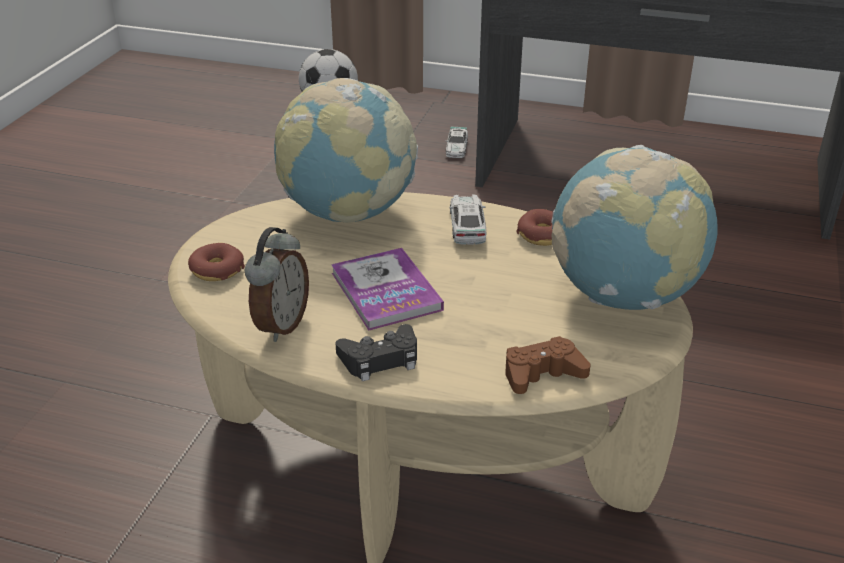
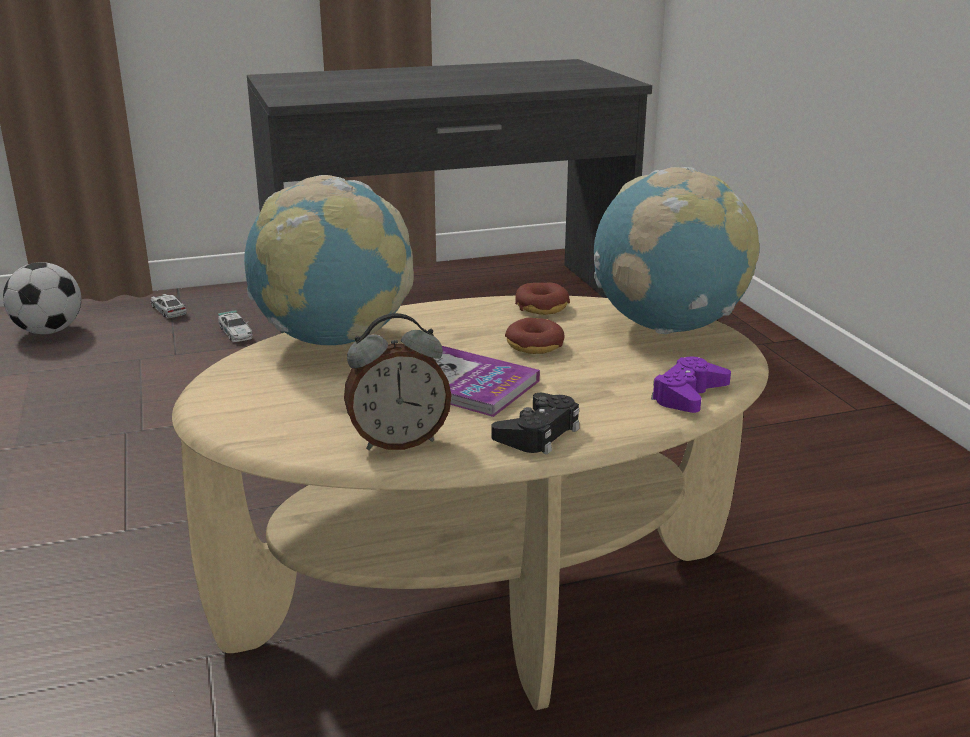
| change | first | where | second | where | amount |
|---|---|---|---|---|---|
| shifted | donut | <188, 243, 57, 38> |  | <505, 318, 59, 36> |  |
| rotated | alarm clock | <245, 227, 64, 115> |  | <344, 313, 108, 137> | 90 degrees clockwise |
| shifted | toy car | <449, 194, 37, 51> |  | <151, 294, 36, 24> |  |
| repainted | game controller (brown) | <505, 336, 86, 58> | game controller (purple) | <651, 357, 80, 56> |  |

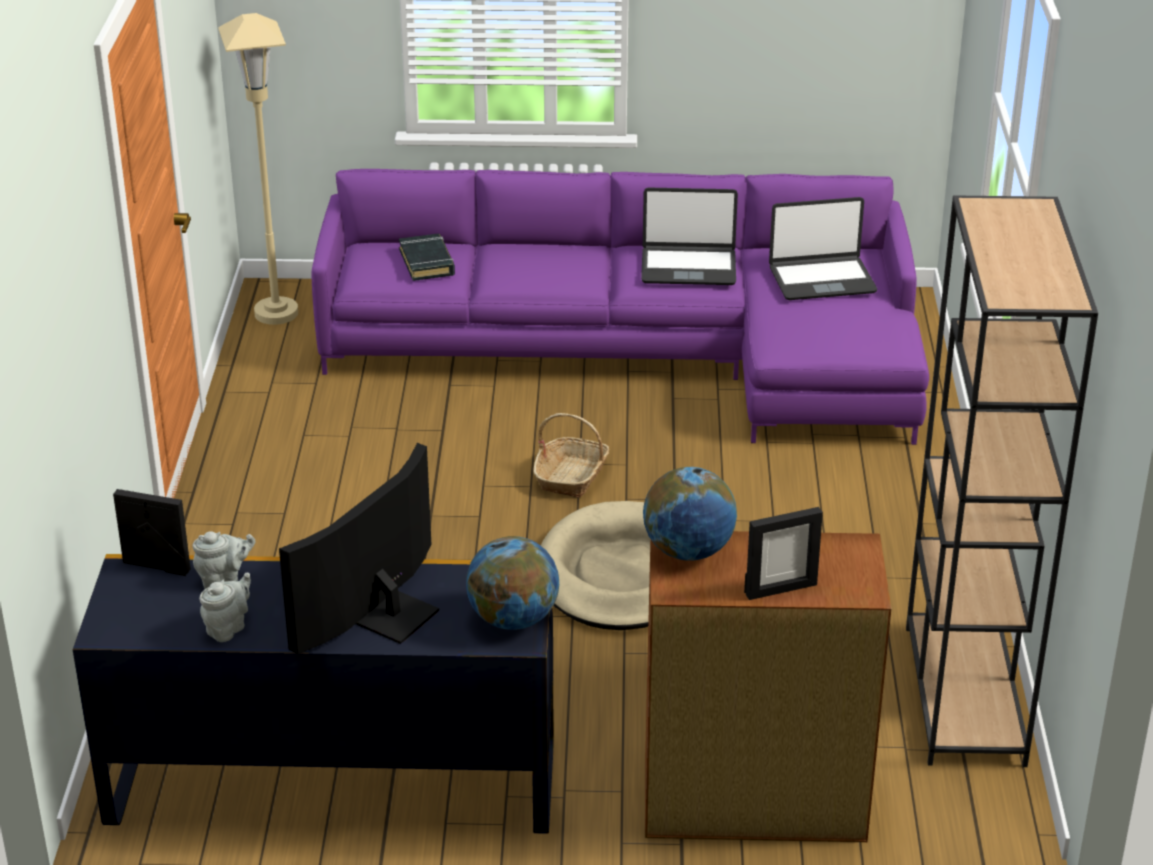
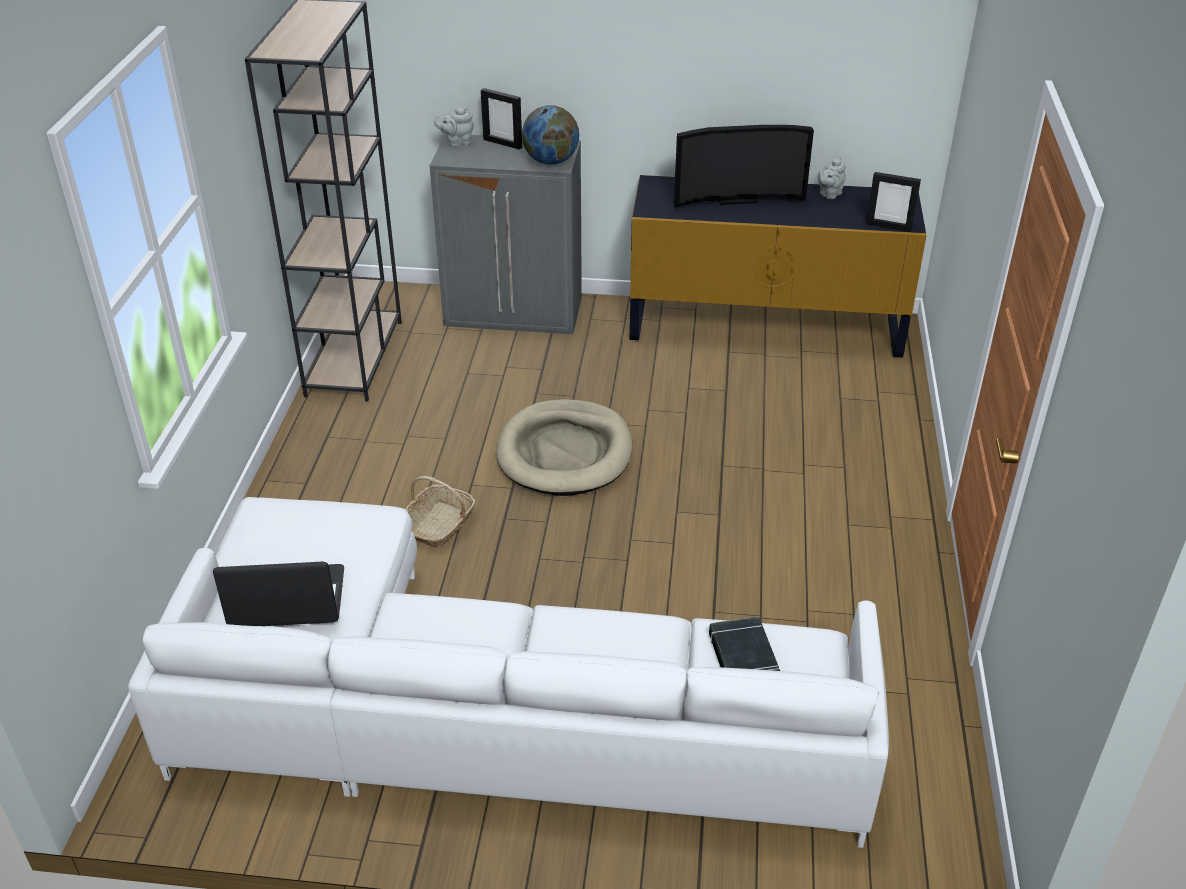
| change | first | where | second | where | amount |
|---|---|---|---|---|---|
| shifted | teapot (grey) | <193, 531, 62, 58> |  | <434, 108, 40, 39> |  |
| gone | floor lamp (beige) | <218, 13, 80, 312> |  |  |  |
| rotated | television | <279, 443, 160, 211> |  | <674, 125, 140, 83> | 45 degrees clockwise |
| repainted | sofa (purple) | <312, 169, 617, 276> | sofa (white) | <129, 497, 760, 351> |  |
| gone | globe | <466, 536, 93, 94> |  |  |  |
| shifted | basket | <533, 413, 76, 85> |  | <406, 476, 69, 72> |  |
| gone | laptop | <641, 188, 97, 97> |  |  |  |
| repainted | cabinet (brown) | <645, 531, 246, 311> | cabinet (grey) | <430, 134, 152, 200> |  |
| rotated | picture frame | <744, 507, 79, 93> |  | <481, 88, 41, 61> | 135 degrees counterclockwise |

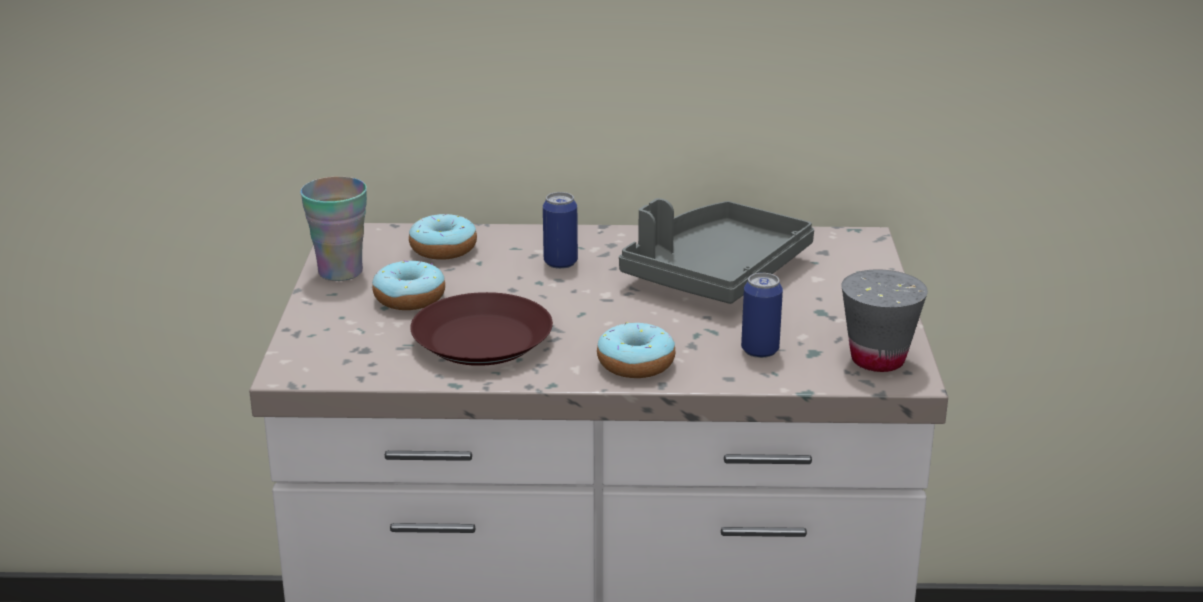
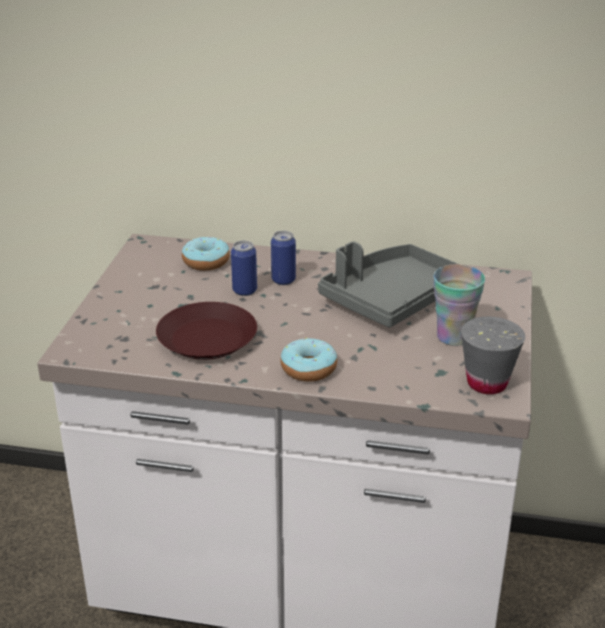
| change | first | where | second | where | amount |
|---|---|---|---|---|---|
| shifted | cup | <300, 177, 67, 104> |  | <433, 264, 52, 82> |  |
| gone | donut | <372, 261, 73, 49> |  |  |  |
| shifted | can | <741, 273, 42, 85> |  | <231, 241, 26, 55> |  |

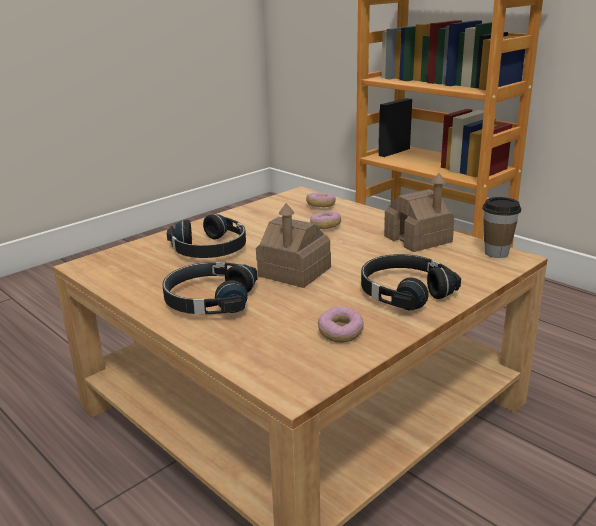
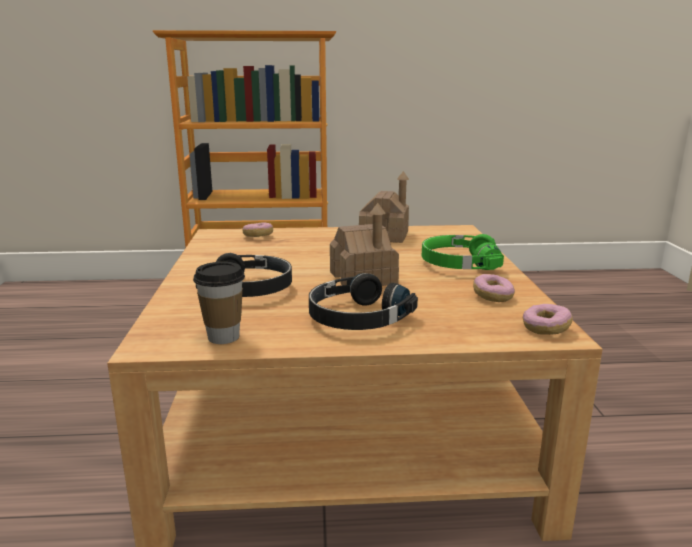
| change | first | where | second | where | amount |
|---|---|---|---|---|---|
| shifted | donut | <310, 211, 31, 18> |  | <523, 304, 50, 31> |  |
| repainted | headphones (black) | <361, 254, 100, 56> | headphones (green) | <422, 234, 82, 36> |  |
| shifted | cup | <482, 197, 39, 61> |  | <193, 262, 52, 82> |  |

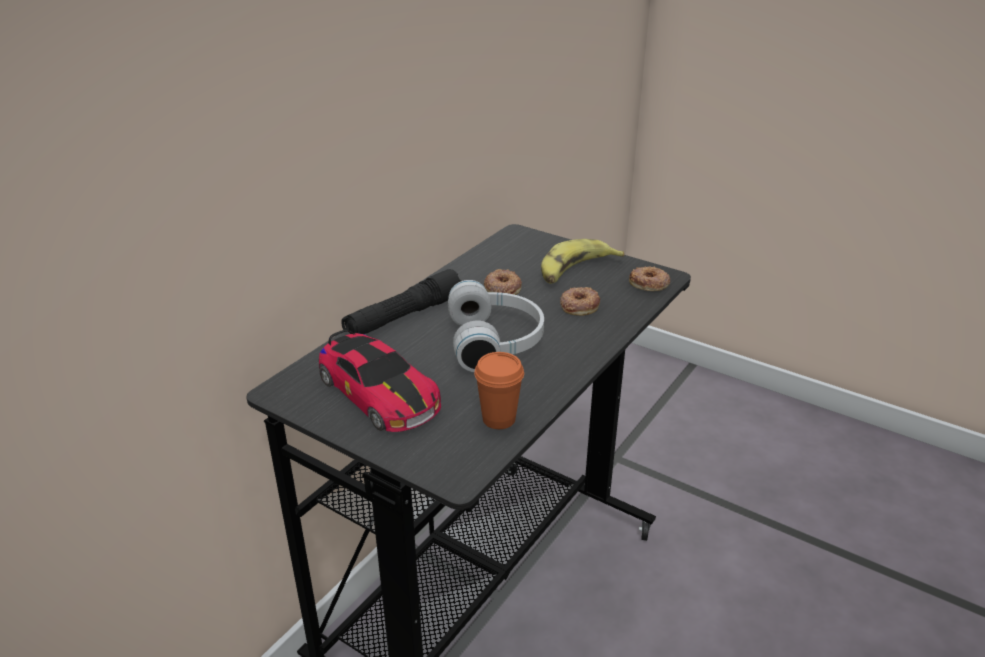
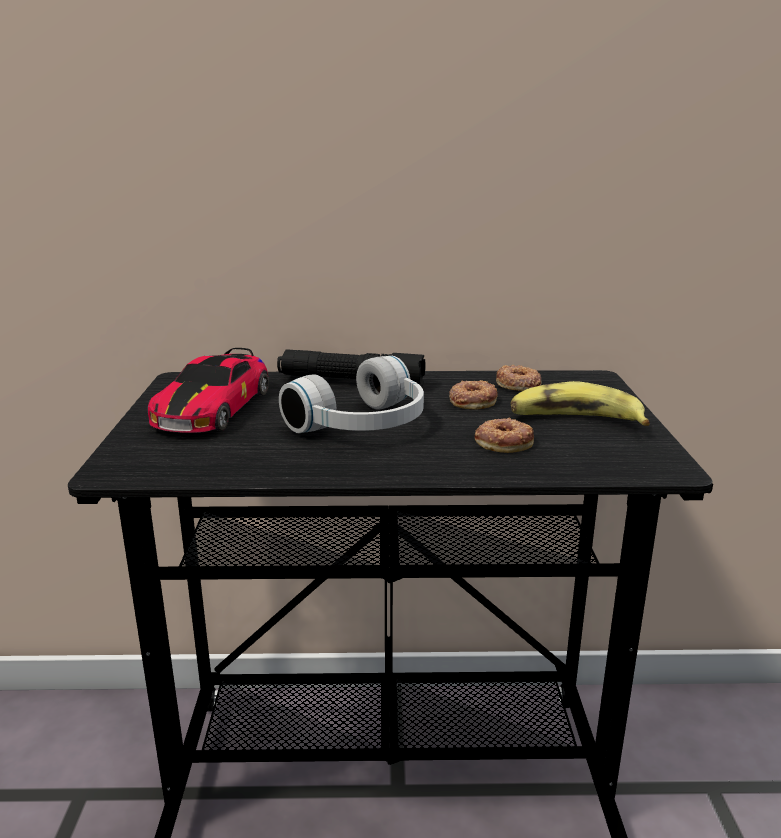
| change | first | where | second | where | amount |
|---|---|---|---|---|---|
| gone | cup (orange) | <474, 352, 50, 77> |  |  |  |
| shifted | donut | <629, 266, 41, 25> |  | <496, 365, 45, 26> |  |

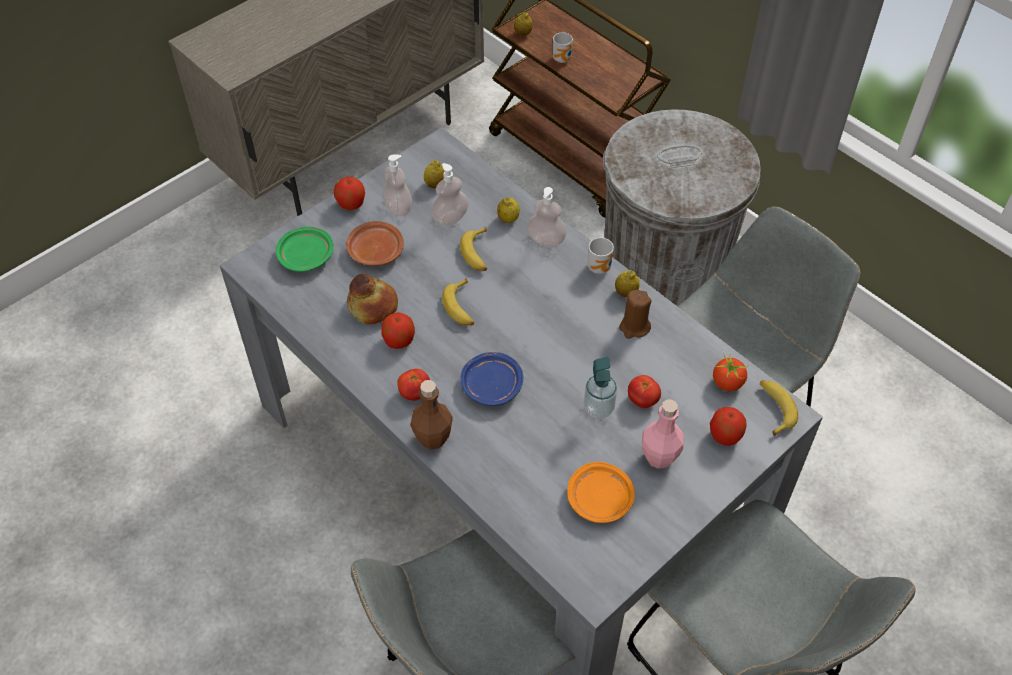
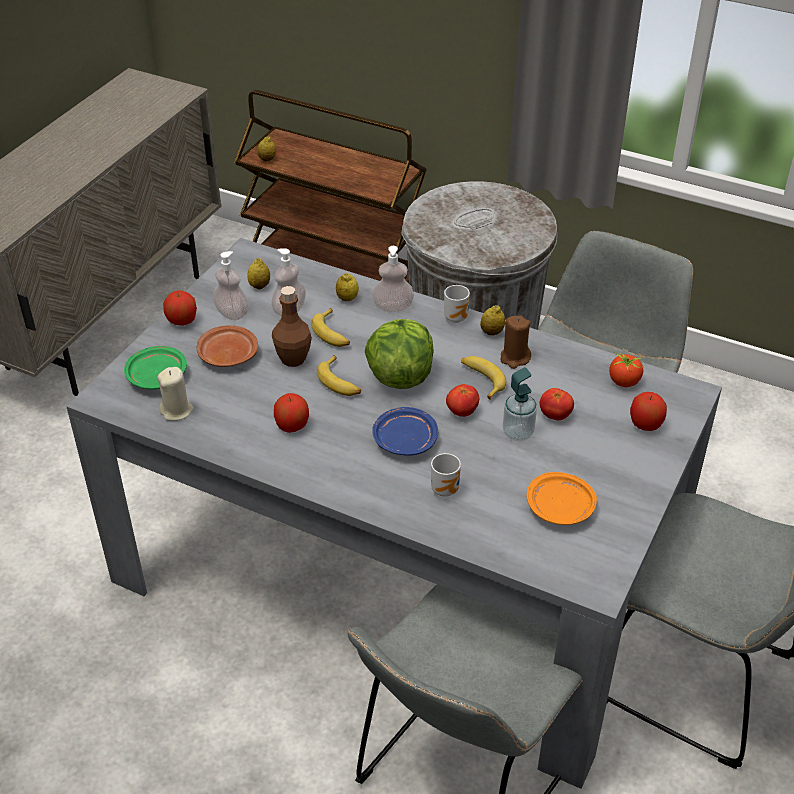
| change | first | where | second | where | amount |
|---|---|---|---|---|---|
| gone | bread | <347, 273, 51, 51> |  |  |  |
| shifted | tomato | <397, 369, 33, 32> |  | <446, 384, 33, 33> |  |
| shifted | bottle (brown) | <410, 380, 43, 70> |  | <272, 286, 40, 81> |  |
| shifted | mug | <553, 32, 20, 31> |  | <431, 453, 30, 44> |  |
| gone | bottle (pink) | <642, 399, 42, 70> |  |  |  |
| shifted | banana | <760, 380, 38, 56> |  | <461, 356, 45, 44> |  |
| new |  |  | candle (beige) | <157, 367, 37, 54> |  |
| new |  |  | lettuce | <365, 319, 69, 70> |  |

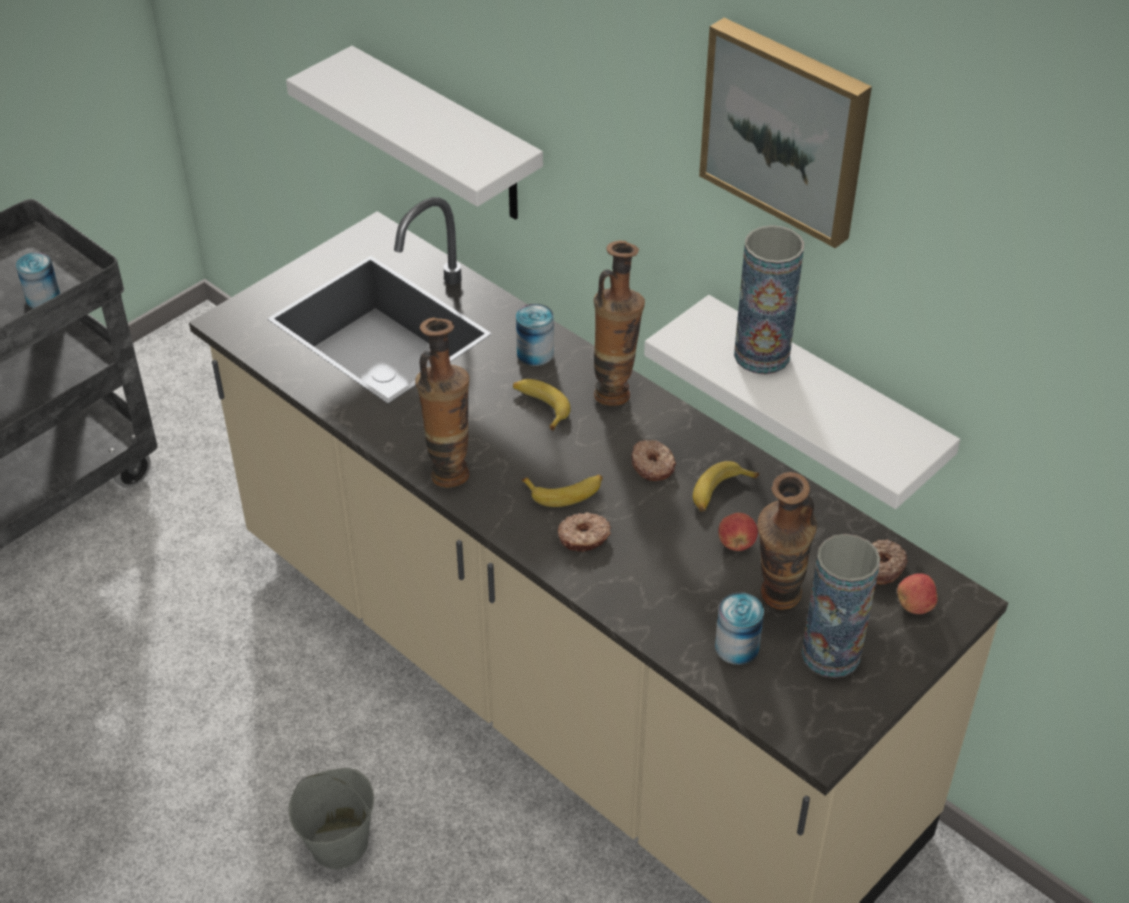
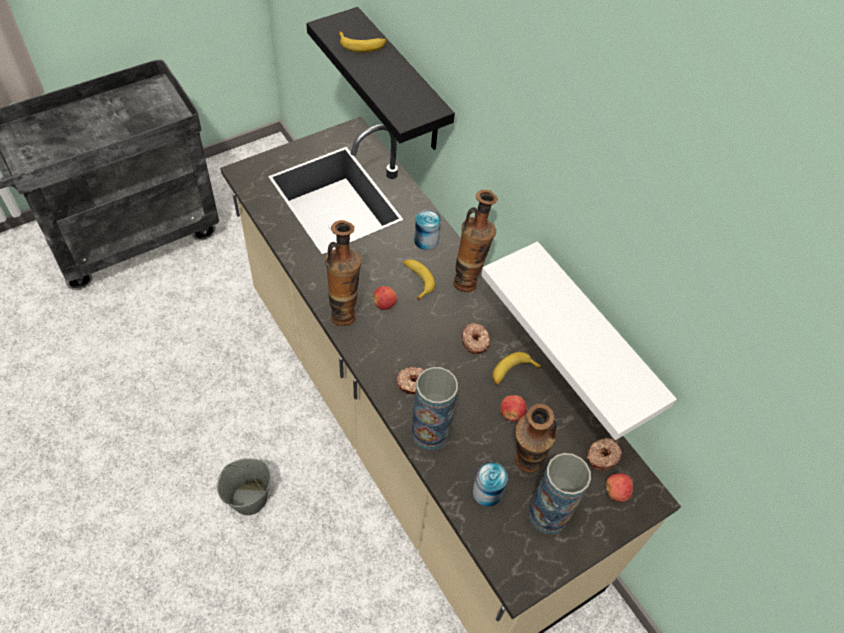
| change | first | where | second | where | amount |
|---|---|---|---|---|---|
| gone | can | <16, 252, 44, 57> |  |  |  |
| repainted | shelf (white) | <286, 46, 257, 174> | shelf (black) | <306, 7, 149, 143> |  |
| shifted | banana | <522, 475, 81, 32> |  | <338, 31, 49, 21> |  |
| gone | picture | <699, 18, 173, 230> |  |  |  |
| shifted | vase | <734, 225, 70, 149> |  | <411, 367, 47, 83> |  |
| new |  |  | apple | <373, 286, 24, 24> |  |

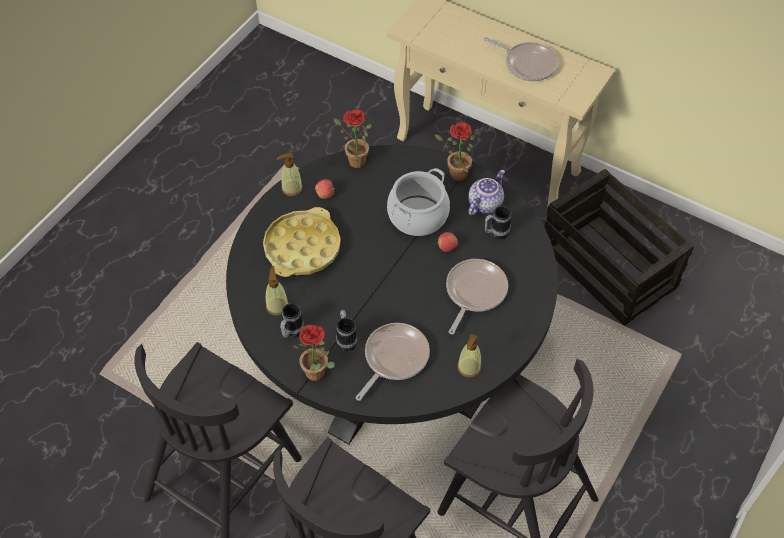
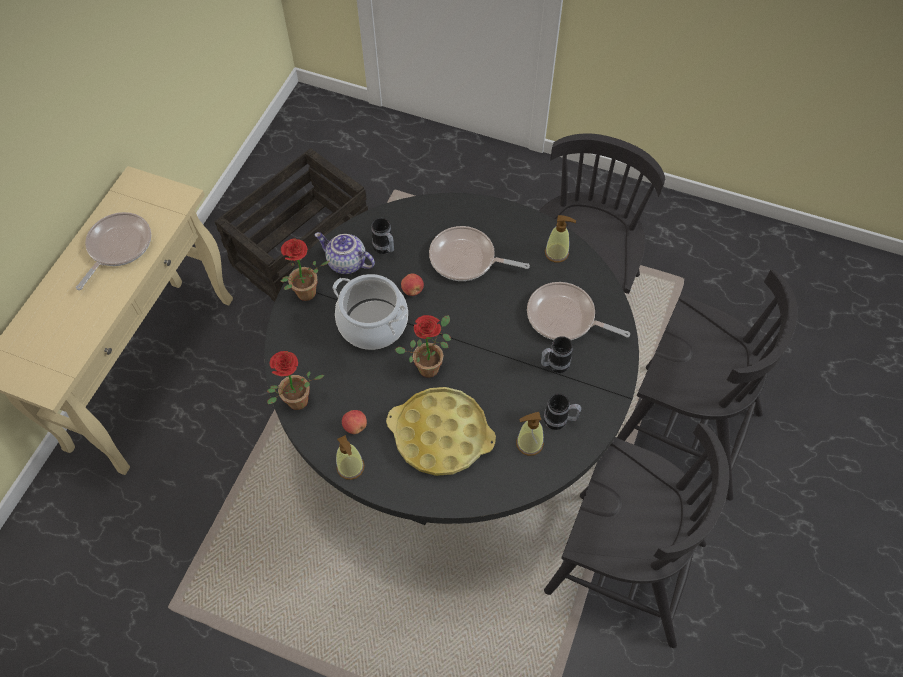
| change | first | where | second | where | amount |
|---|---|---|---|---|---|
| shifted | potted plant | <293, 325, 42, 56> |  | <395, 315, 56, 63> |  |

